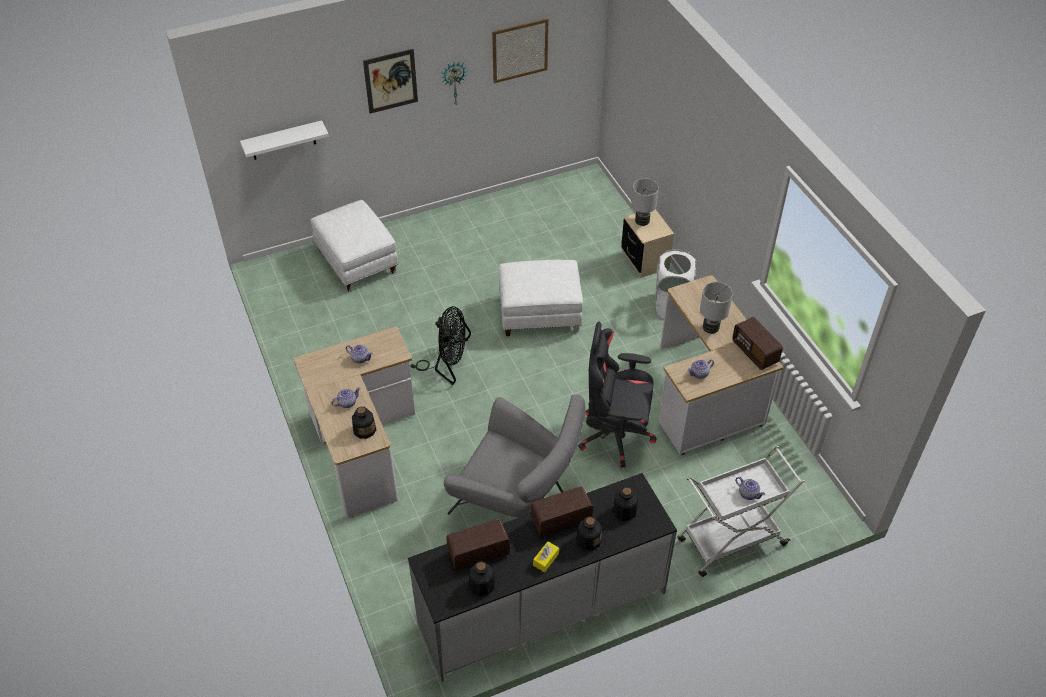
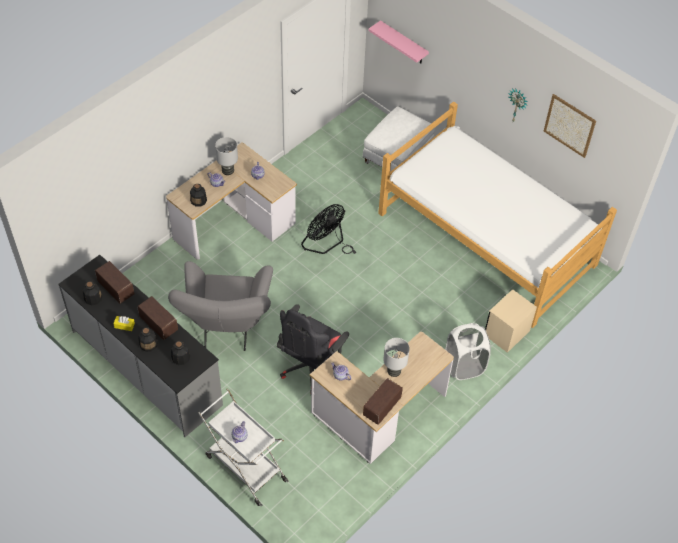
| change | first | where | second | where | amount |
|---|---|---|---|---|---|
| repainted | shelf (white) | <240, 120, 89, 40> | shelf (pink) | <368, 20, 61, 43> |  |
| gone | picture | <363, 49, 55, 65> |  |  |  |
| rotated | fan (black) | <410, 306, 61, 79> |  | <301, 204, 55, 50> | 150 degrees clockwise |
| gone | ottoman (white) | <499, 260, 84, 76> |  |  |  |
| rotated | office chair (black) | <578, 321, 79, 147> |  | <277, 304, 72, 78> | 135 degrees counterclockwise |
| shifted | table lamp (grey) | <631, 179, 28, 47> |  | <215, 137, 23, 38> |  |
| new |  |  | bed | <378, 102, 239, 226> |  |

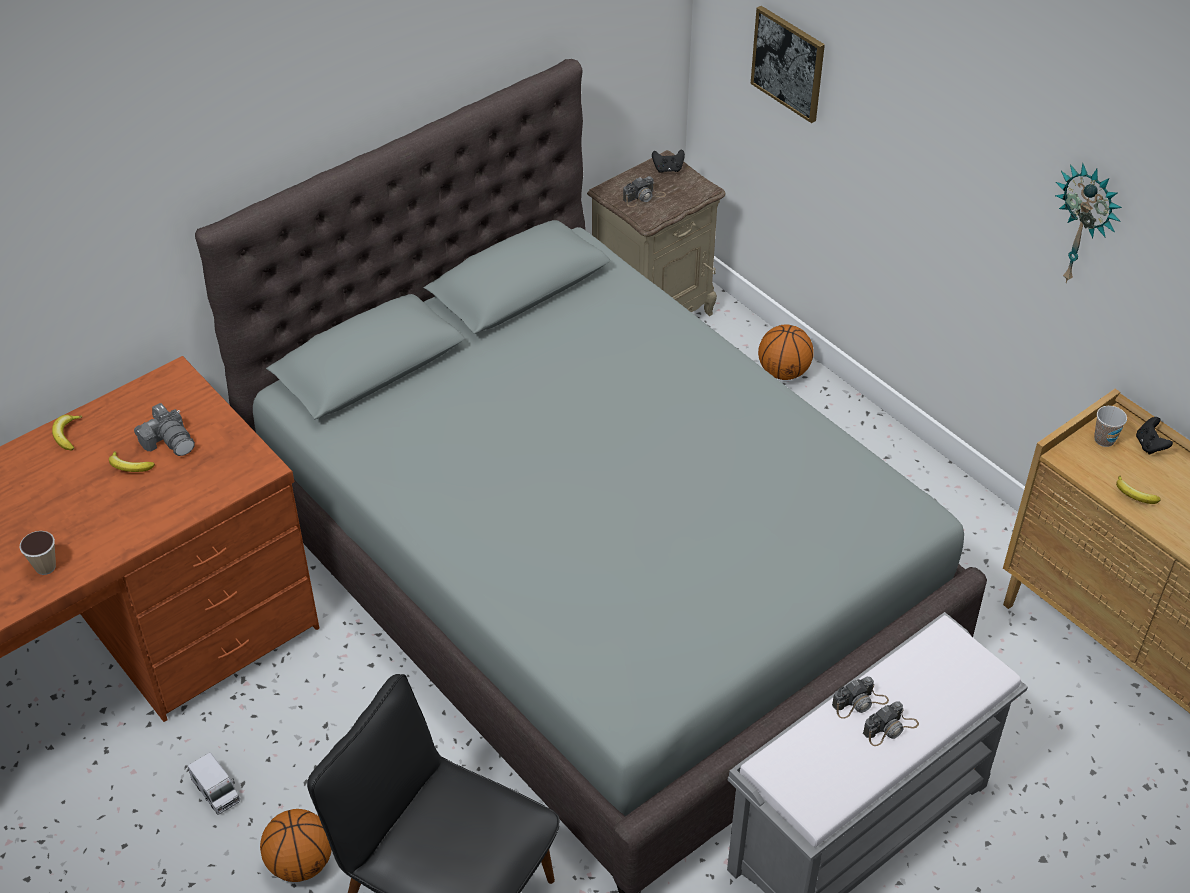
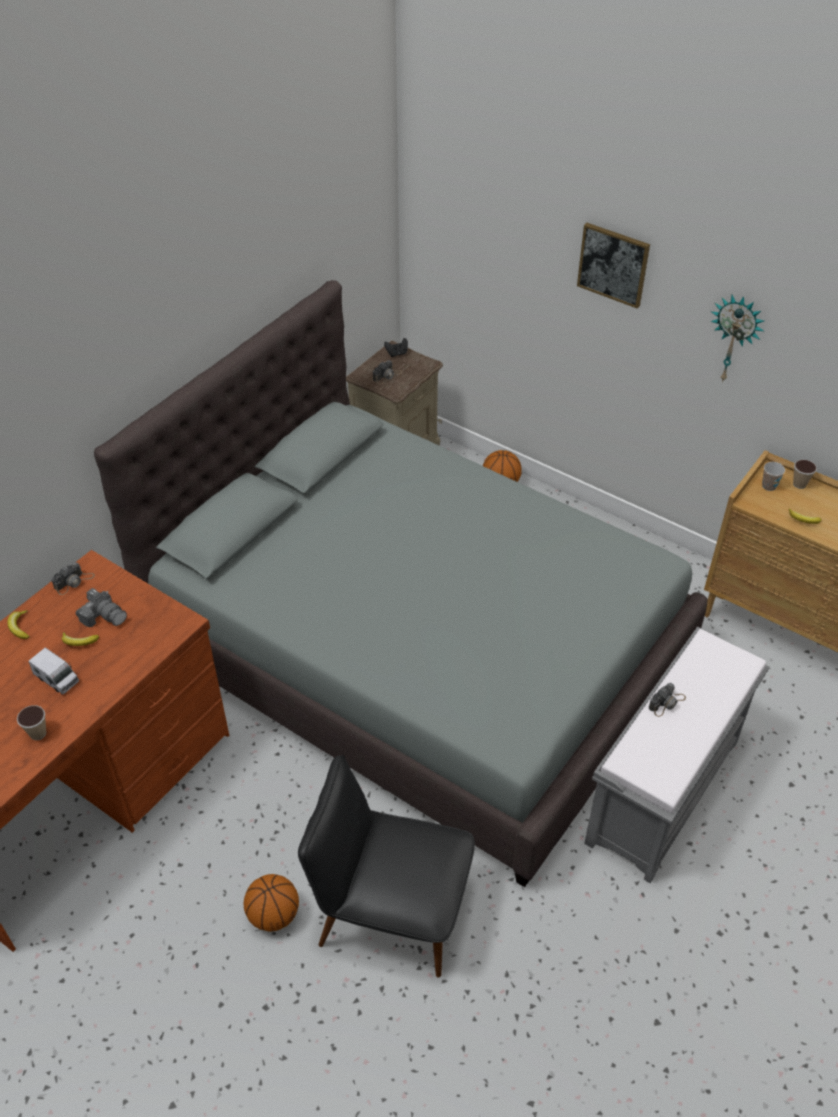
| change | first | where | second | where | amount |
|---|---|---|---|---|---|
| shifted | toy truck | <188, 752, 52, 62> |  | <28, 648, 51, 46> |  |
| shifted | picture | <751, 6, 74, 117> |  | <577, 223, 73, 86> |  |
| shifted | photo camera | <863, 701, 56, 45> |  | <51, 562, 44, 33> |  |
| swapped | game controller (black) | <1136, 417, 37, 38> | cup | <793, 460, 24, 29> |  |

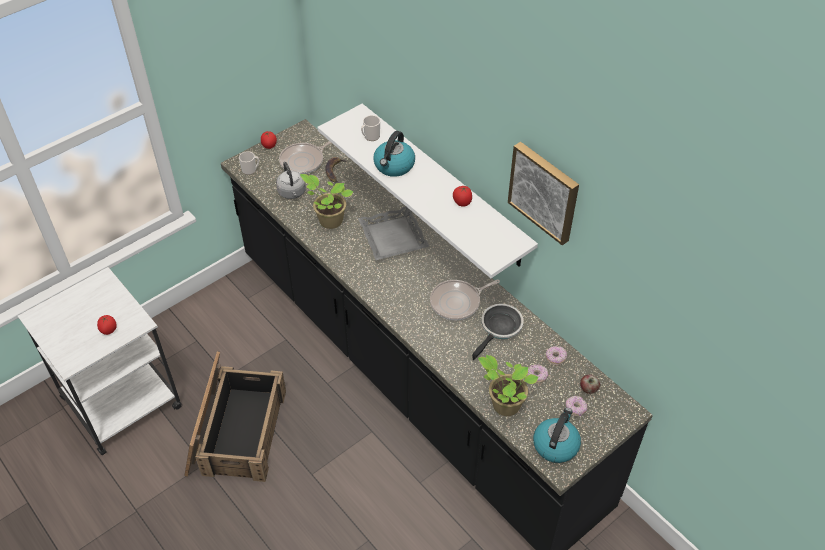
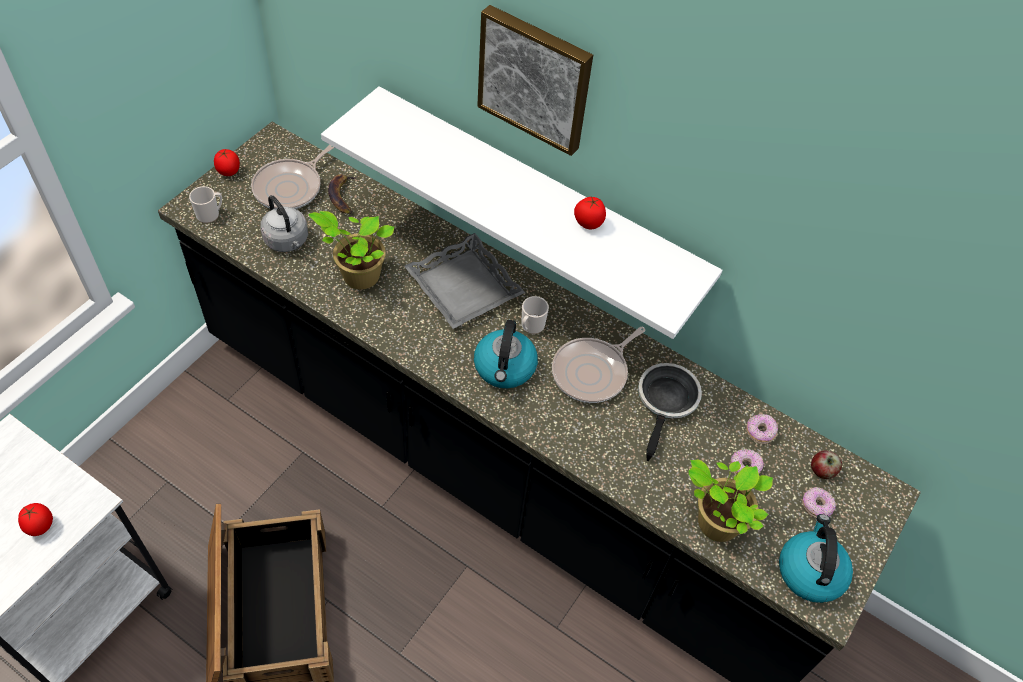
| change | first | where | second | where | amount |
|---|---|---|---|---|---|
| shifted | mug | <361, 115, 19, 26> |  | <521, 296, 28, 38> |  |
| shifted | kettle | <373, 131, 42, 46> |  | <474, 320, 64, 68> |  |
| shifted | picture | <508, 142, 71, 103> |  | <477, 5, 116, 151> |  |

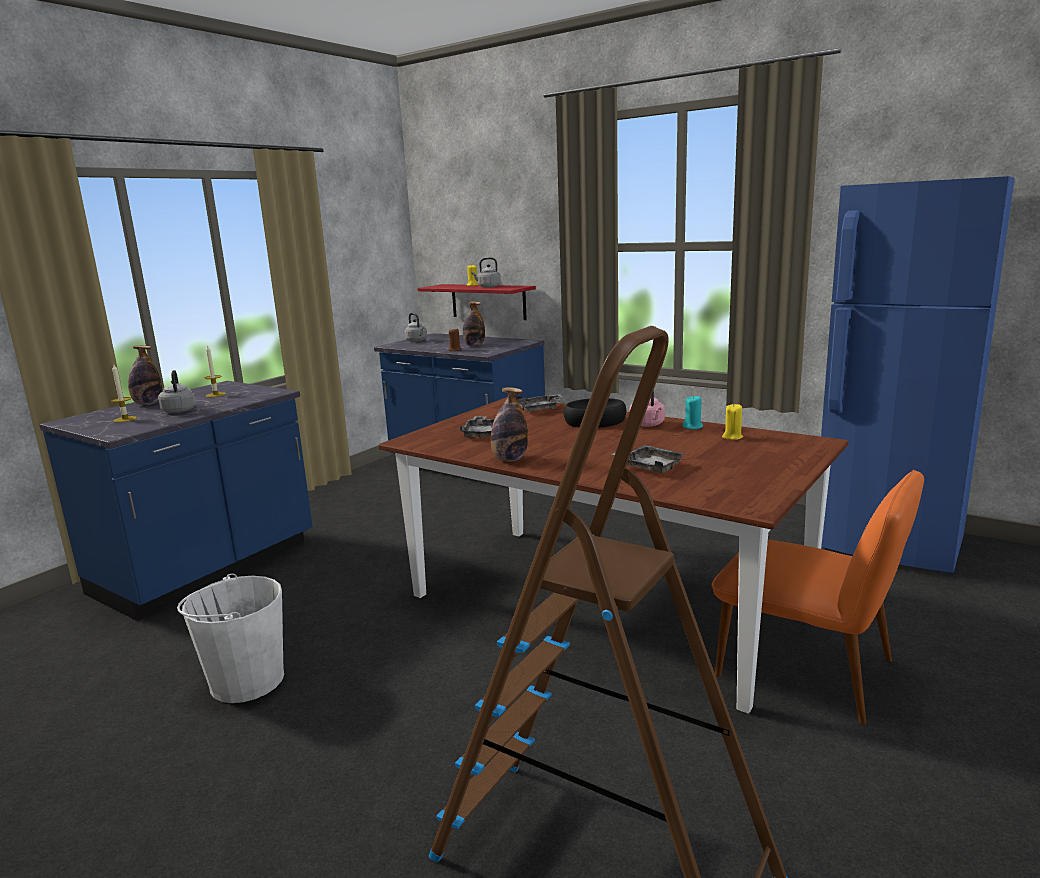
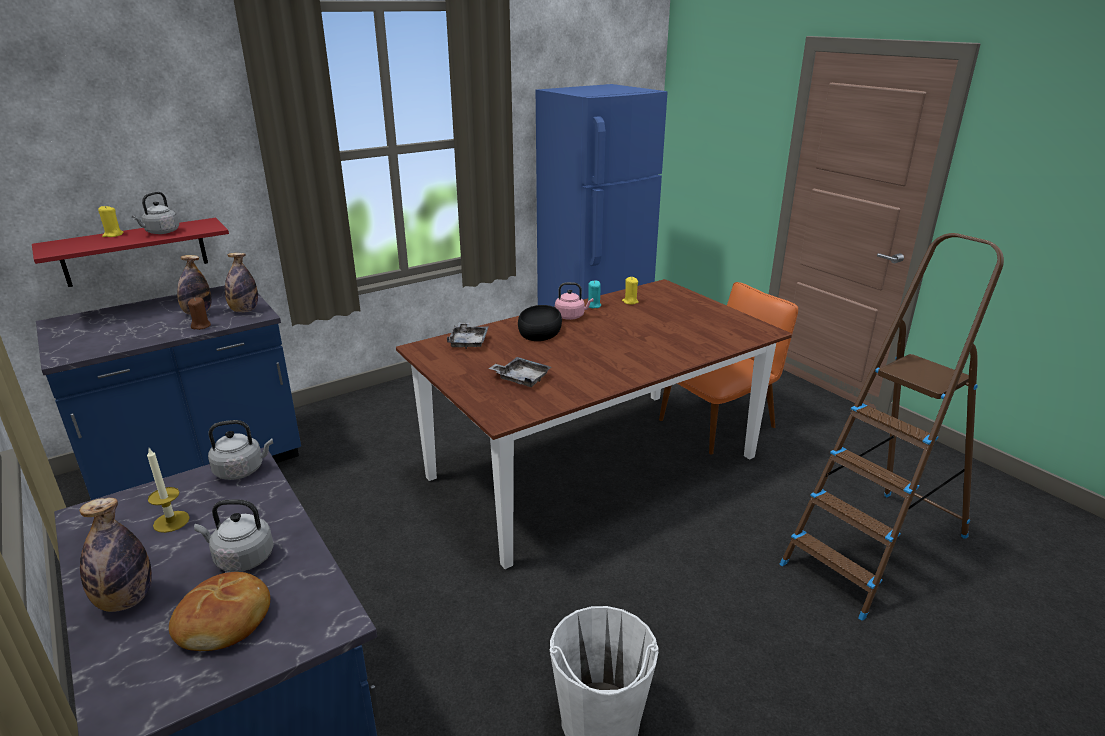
| change | first | where | second | where | amount |
|---|---|---|---|---|---|
| swapped | candle | <111, 363, 26, 59> | bread | <169, 572, 101, 79> |  |
| shifted | kettle (grey) | <404, 313, 23, 29> |  | <208, 420, 65, 60> |  |
| shifted | bottle | <491, 387, 37, 75> |  | <225, 253, 33, 59> |  |
| gone | tray (grey) | <612, 445, 74, 28> |  |  |  |

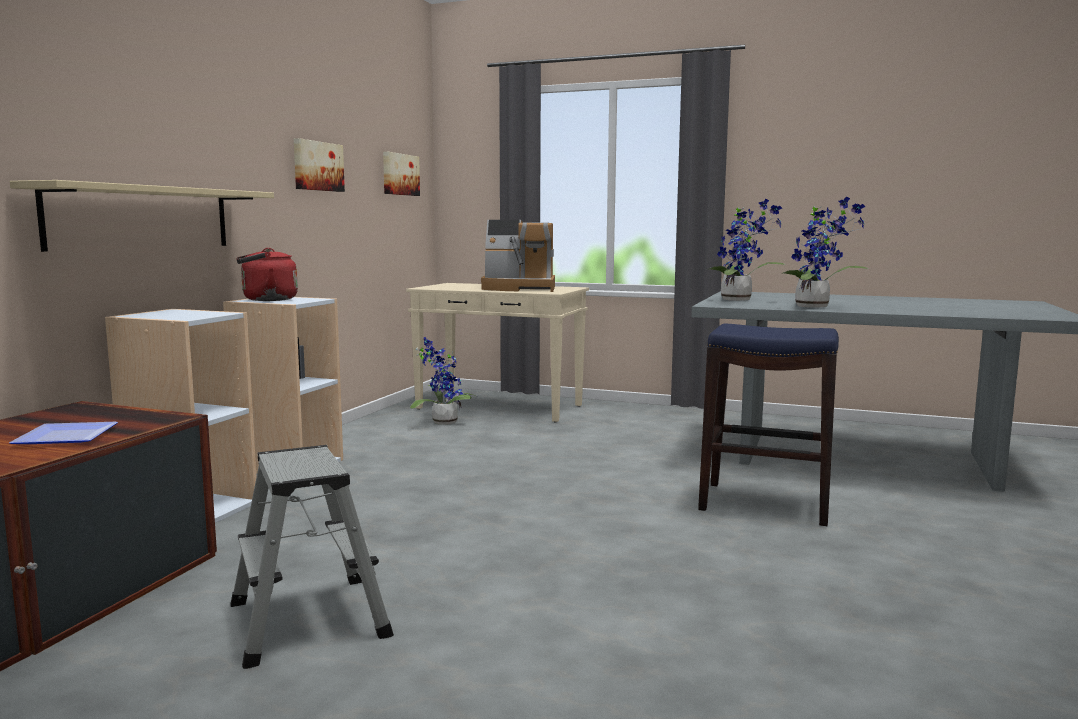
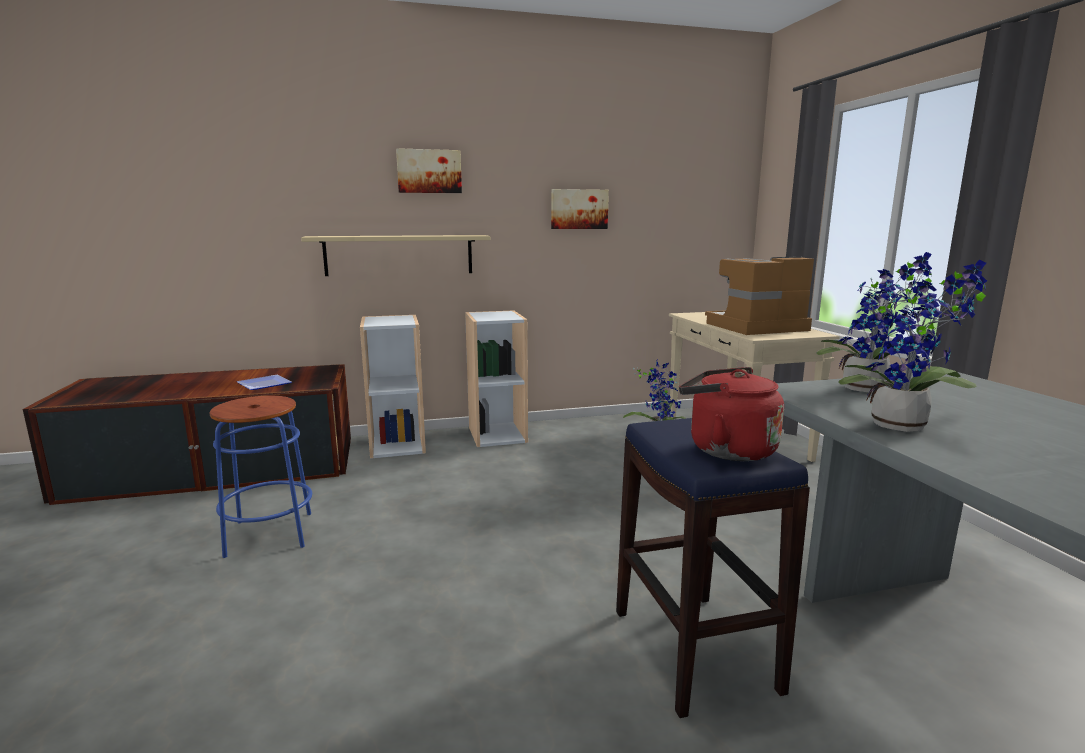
| change | first | where | second | where | amount |
|---|---|---|---|---|---|
| swapped | step ladder (grey) | <230, 445, 164, 224> | stool (blue) | <210, 396, 102, 162> |  |
| shifted | kettle (red) | <237, 248, 61, 53> |  | <679, 367, 105, 94> |  |
| shifted | picture | <383, 152, 37, 44> |  | <396, 148, 66, 45> |  |
| rotated | coffee machine | <481, 220, 74, 72> |  | <705, 257, 109, 78> | 105 degrees clockwise |

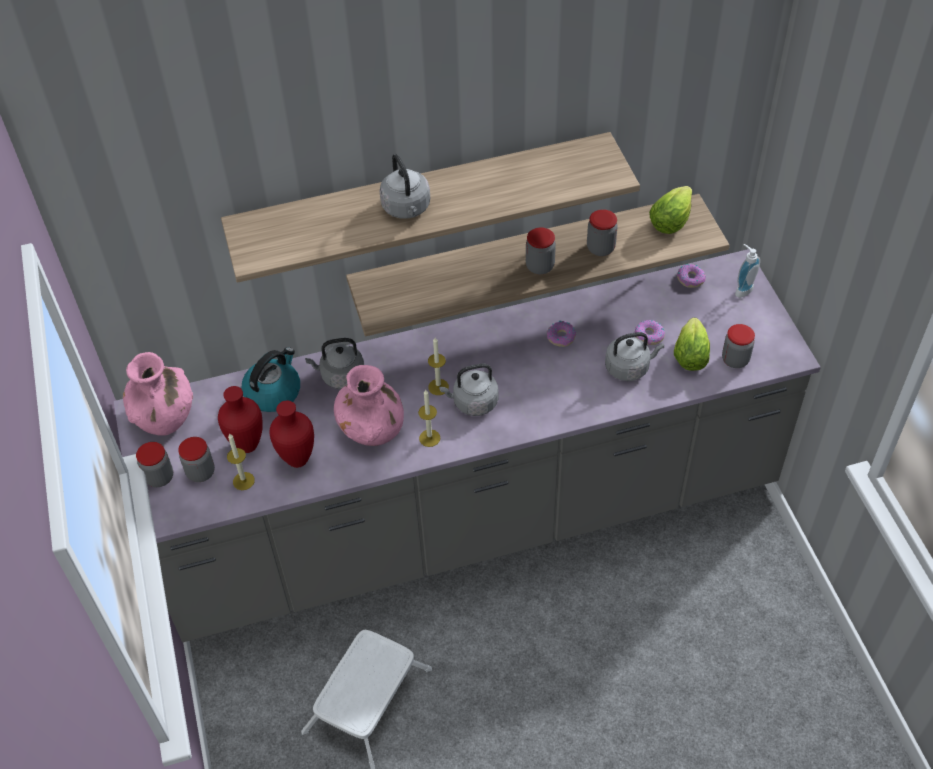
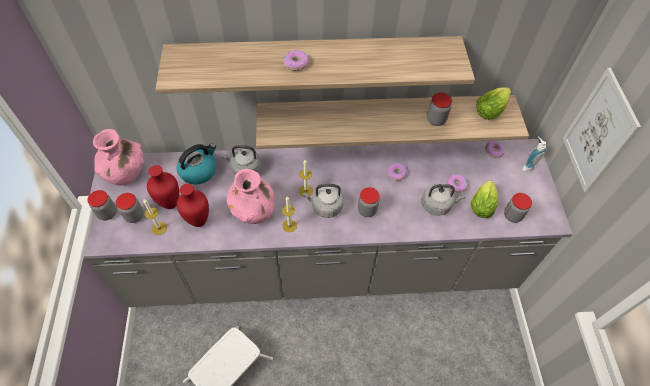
| change | first | where | second | where | amount |
|---|---|---|---|---|---|
| swapped | kettle (grey) | <380, 154, 50, 65> | donut | <283, 50, 26, 21> |  |
| shifted | jar | <526, 227, 30, 47> |  | <358, 187, 22, 30> |  |
| new |  |  | picture | <563, 68, 78, 125> |  |

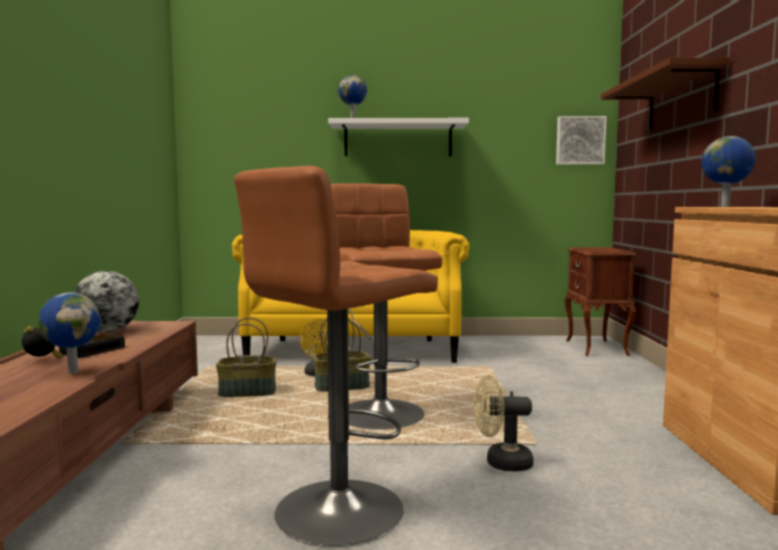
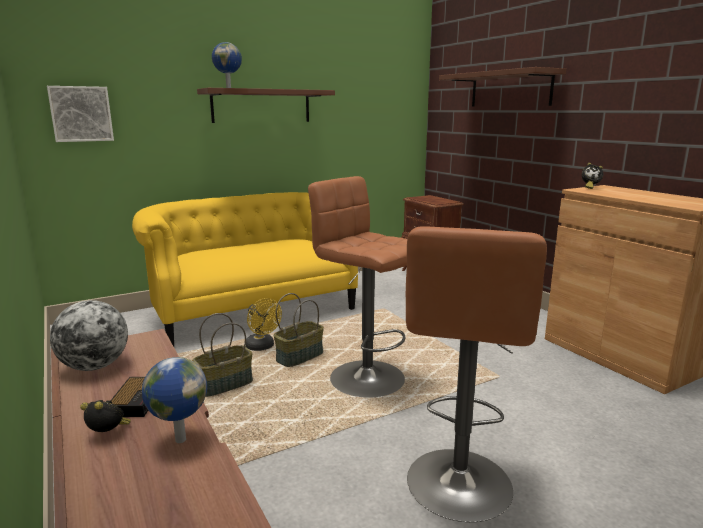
| change | first | where | second | where | amount |
|---|---|---|---|---|---|
| repainted | shelf (white) | <328, 118, 141, 38> | shelf (brown) | <197, 88, 138, 35> |  |
| gone | fan (beige) | <474, 375, 59, 96> |  |  |  |
| shifted | picture | <556, 116, 51, 49> |  | <47, 86, 67, 56> |  |
| swapped | globe | <701, 136, 55, 71> | alarm clock | <582, 163, 21, 26> |  |

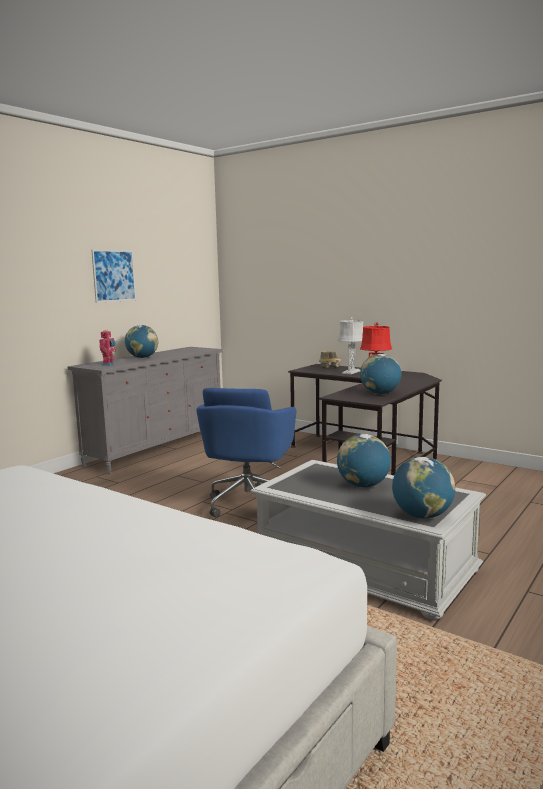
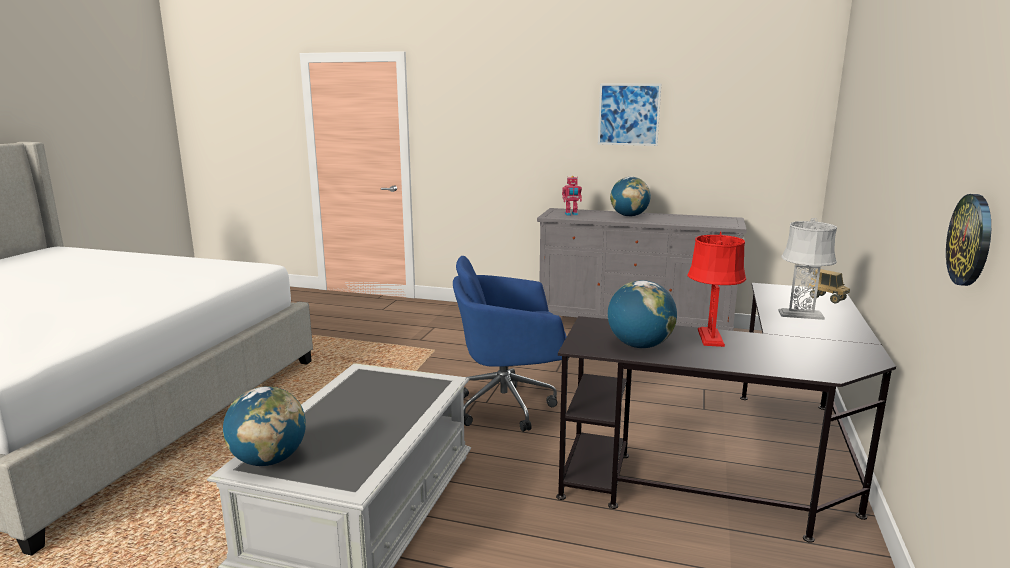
| change | first | where | second | where | amount |
|---|---|---|---|---|---|
| gone | globe | <337, 434, 54, 54> |  |  |  |
| new |  |  | wall clock | <946, 194, 45, 92> |  |

